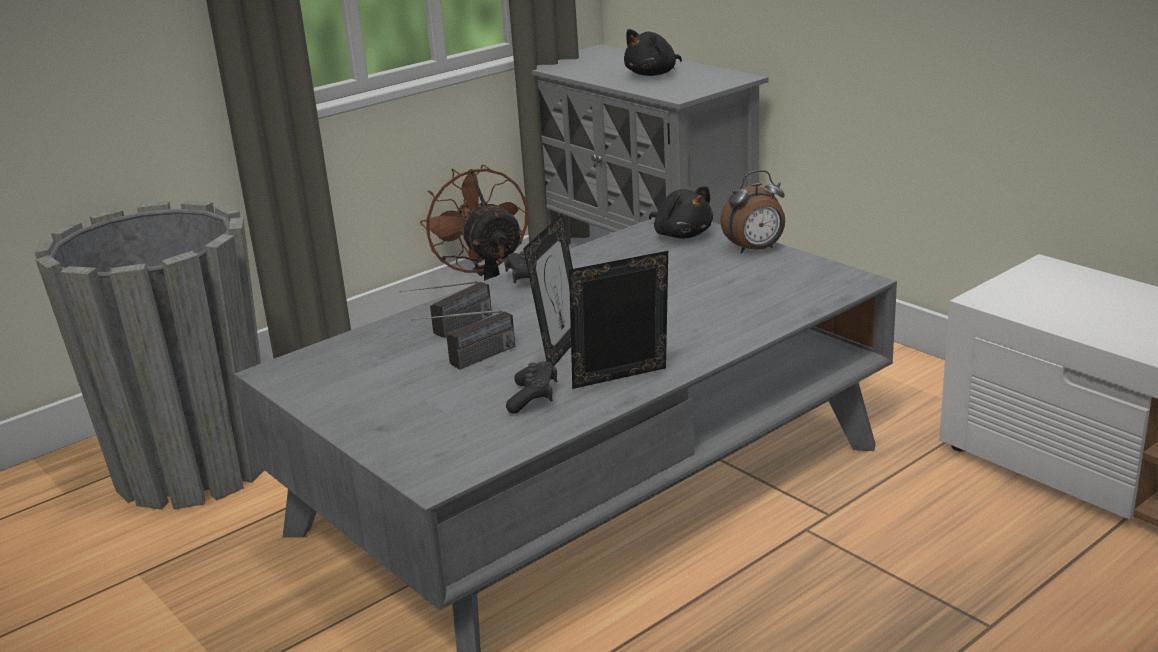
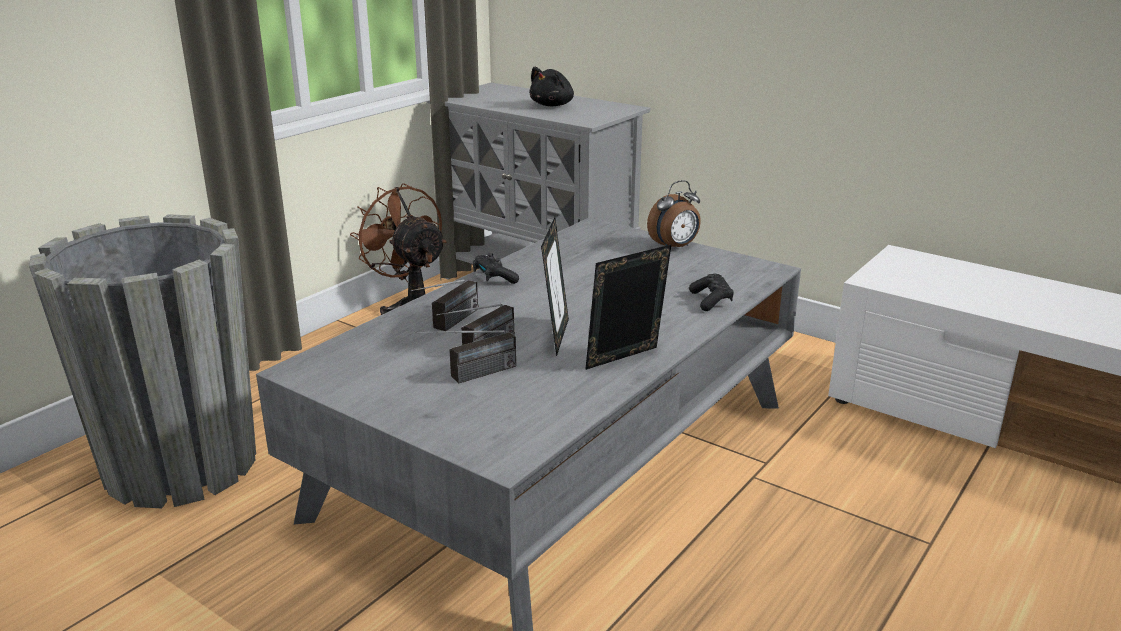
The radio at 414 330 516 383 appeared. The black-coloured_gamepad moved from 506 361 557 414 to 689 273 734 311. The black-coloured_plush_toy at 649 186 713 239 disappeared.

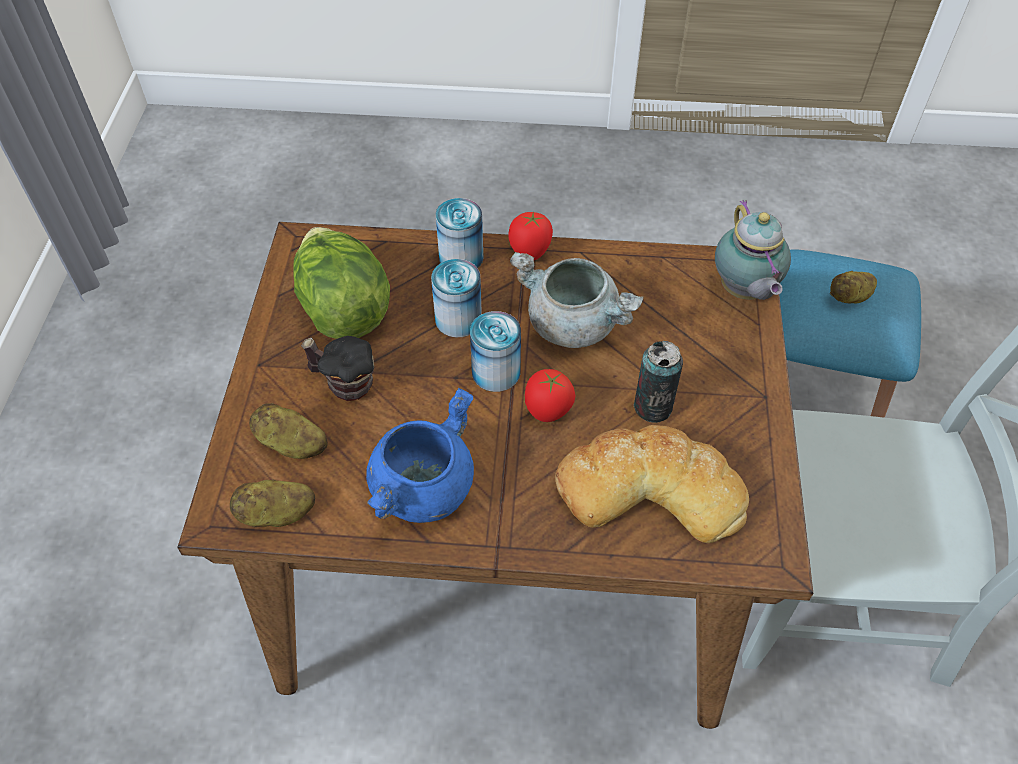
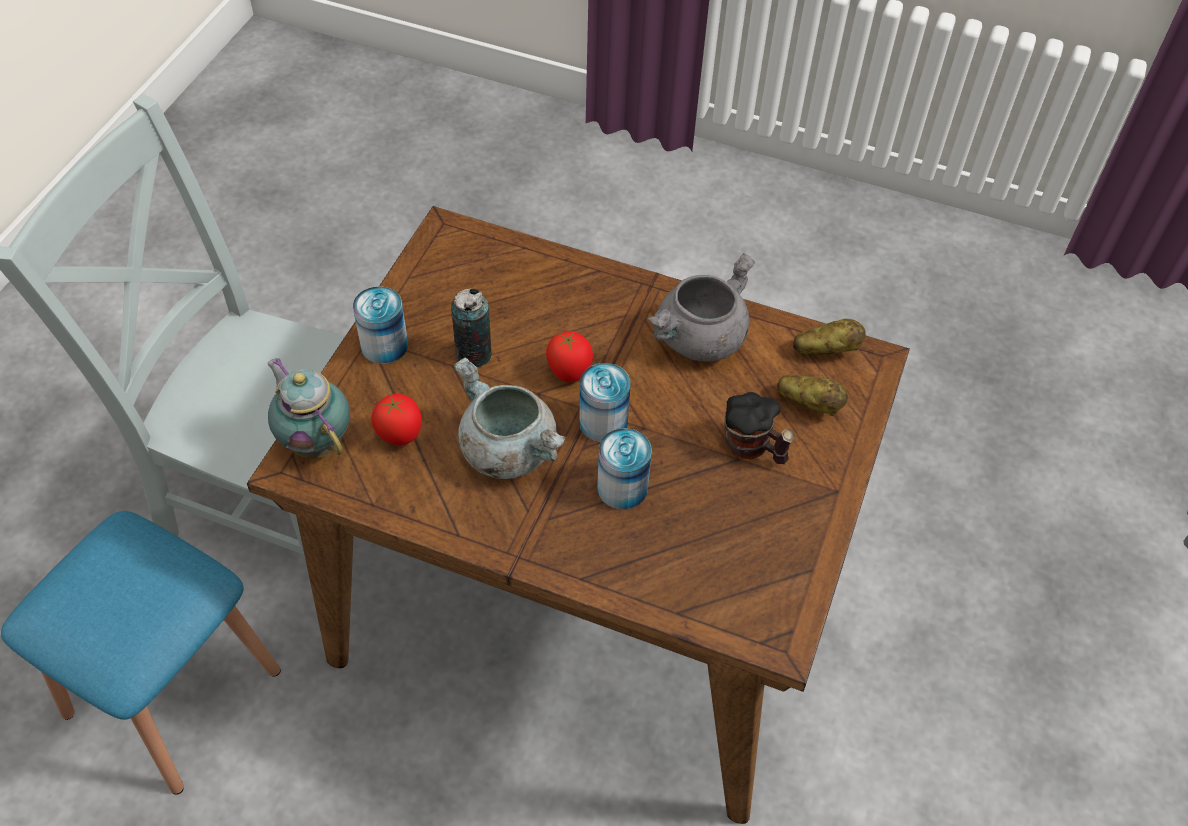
The teapot at 715 200 791 300 turned 45 degrees counterclockwise. The metal_can moved from 436 198 483 268 to 353 286 408 364. The fresh_tomato moved from 508 212 553 260 to 371 394 422 445. The blue-coloured_saucepot at 366 388 474 523 became the grey_saucepot at 648 253 755 362. The lettuce_head at 293 227 390 339 disappeared. The bakery_bread at 555 425 749 543 disappeared. The spud at 830 271 877 304 disappeared.

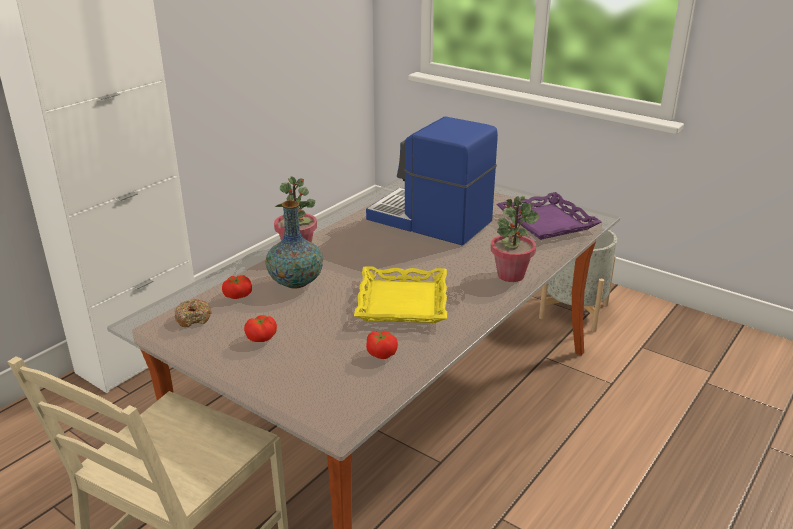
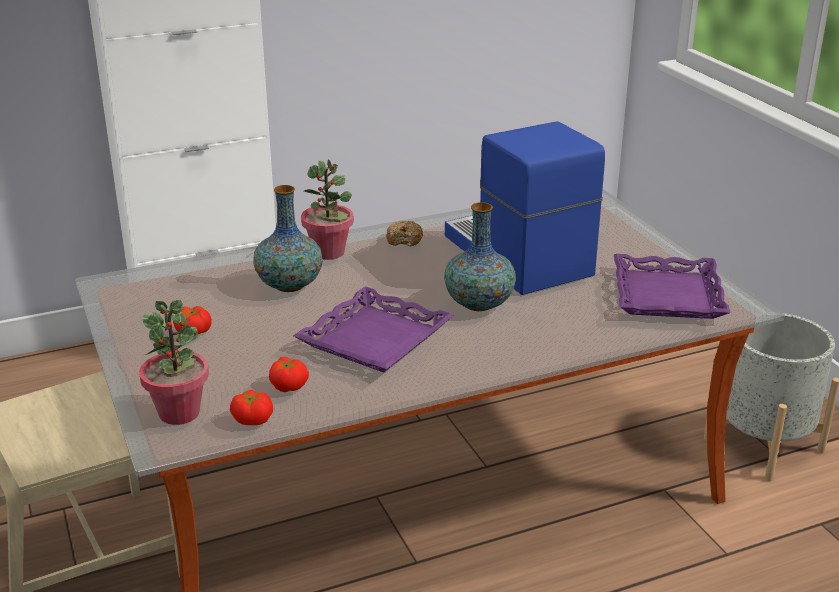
The plant_in_a_pot moved from 491 196 539 282 to 139 300 209 425. The fresh_tomato moved from 222 275 252 299 to 230 390 273 425. The yellow-coloured_serving_tray at 354 266 447 323 became the purple-coloured_serving_tray at 293 286 454 372. The ring_doughnut moved from 175 299 211 327 to 386 221 423 246. The flower_vase at 444 202 516 311 appeared.

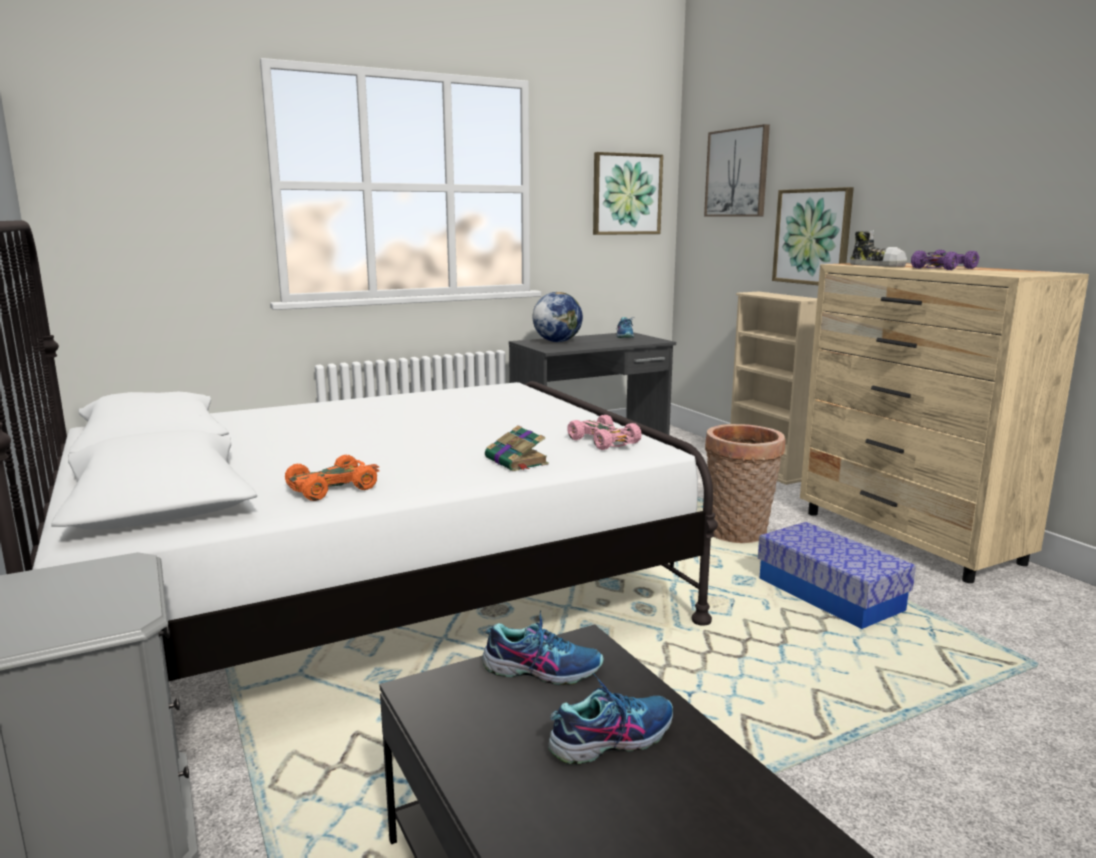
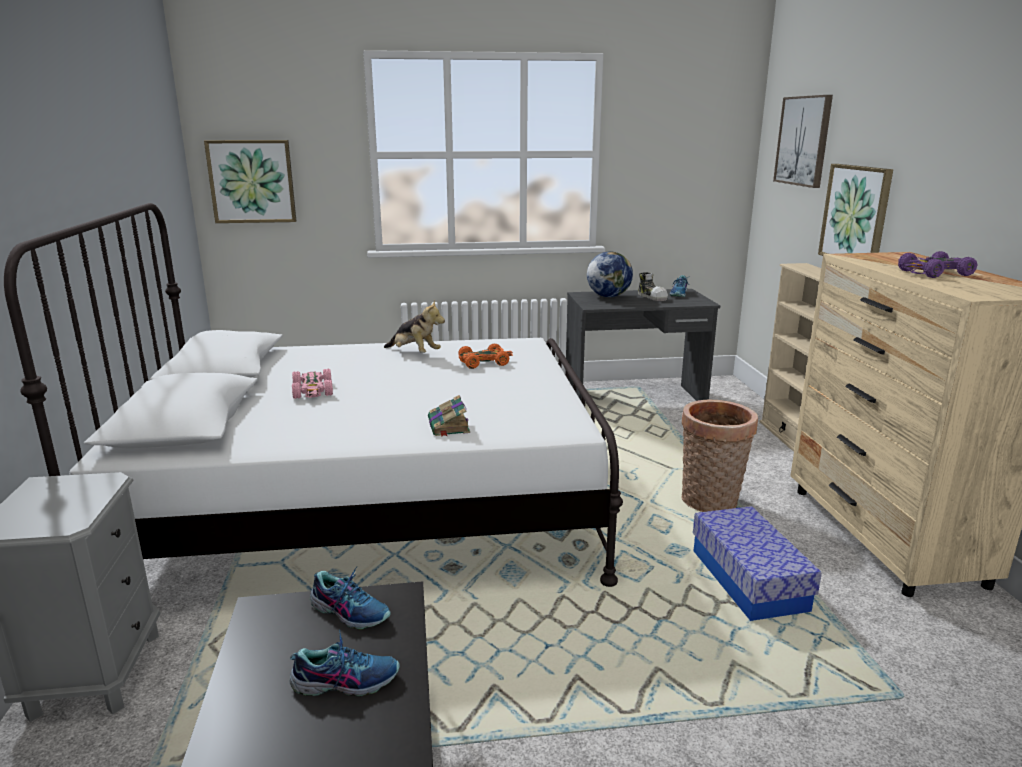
The wall_art moved from 593 152 663 235 to 204 140 296 223. The pinkish_toy_car moved from 567 415 641 450 to 292 369 333 399. The plush_toy at 384 300 445 353 appeared. The orange_toy_car moved from 285 455 380 501 to 458 343 513 369. The shoe moved from 850 230 907 267 to 638 272 668 301.

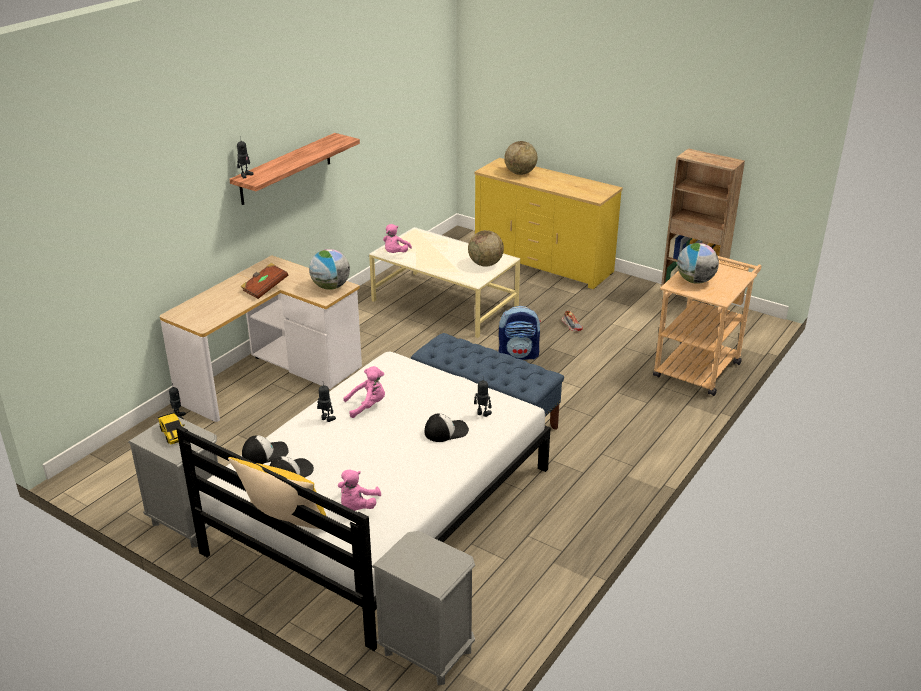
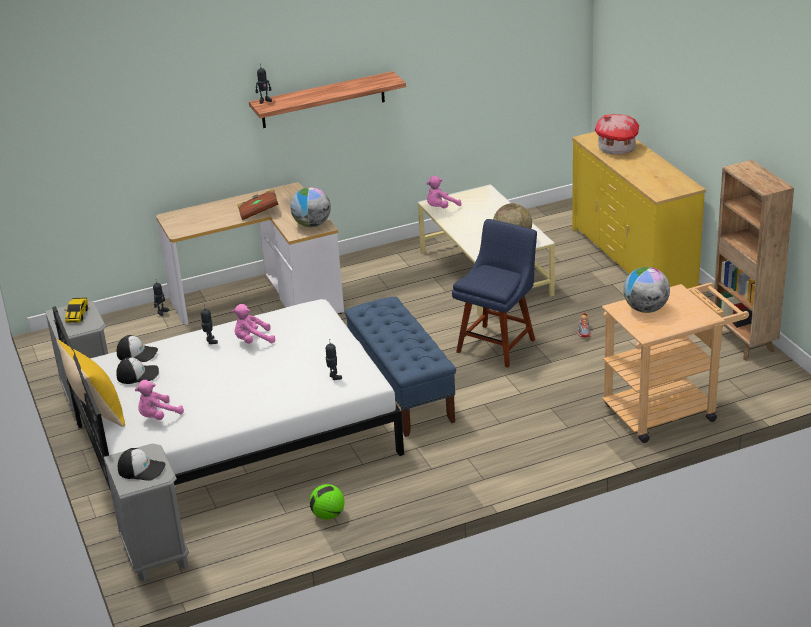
The peaked_cap moved from 425 413 469 442 to 118 448 166 481. The pinkish_plush_toy at 343 366 385 418 turned 150 degrees clockwise. The football at 309 484 345 520 appeared. The rucksack at 498 306 541 360 was replaced by the blue-coloured_upright_chair at 452 219 537 368. The desk_globe at 504 141 537 175 was replaced by the toy_house at 595 114 639 155.

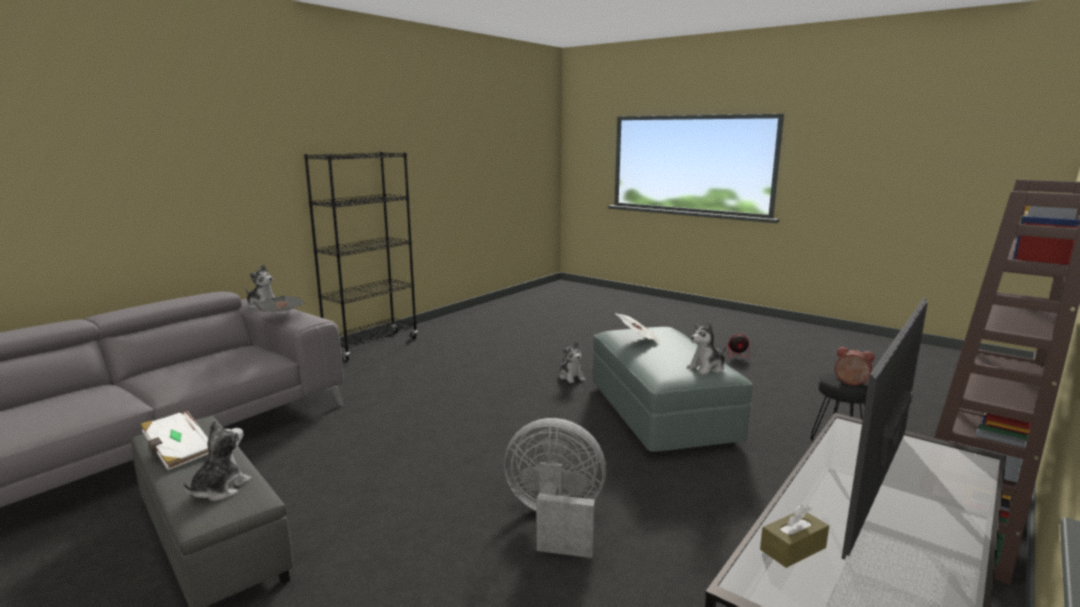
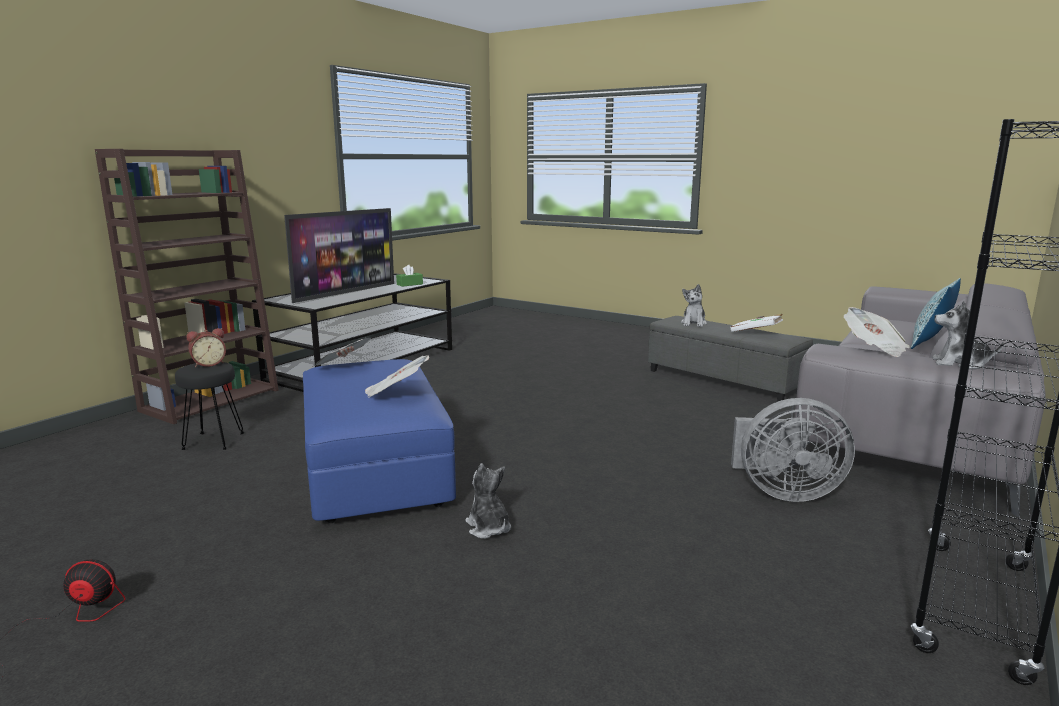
The alarm_clock at 835 347 875 385 turned 60 degrees counterclockwise. The grey_ottoman at 593 327 752 454 became the blue-coloured_ottoman at 303 359 456 523. The plush_toy at 687 322 727 375 was replaced by the printed_paper at 314 337 371 366. The brown_tissue_holder at 760 505 829 568 became the green-coloured_tissue_holder at 396 265 423 287. The grey_electric_fan moved from 504 418 606 558 to 731 398 855 502. The pillow at 910 278 961 349 appeared.

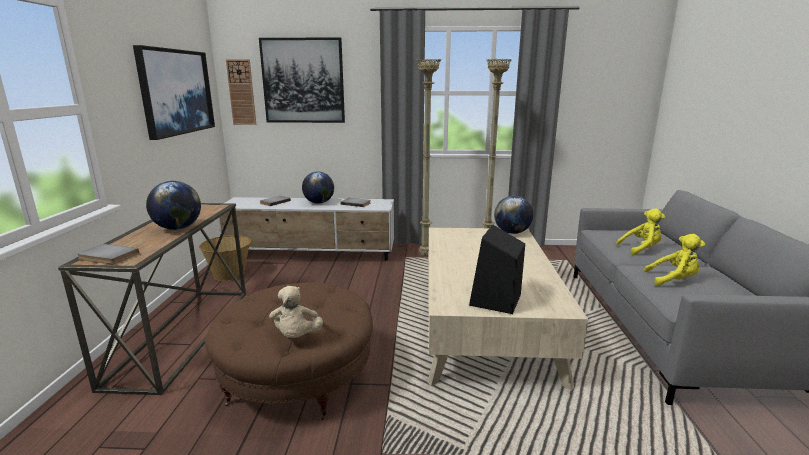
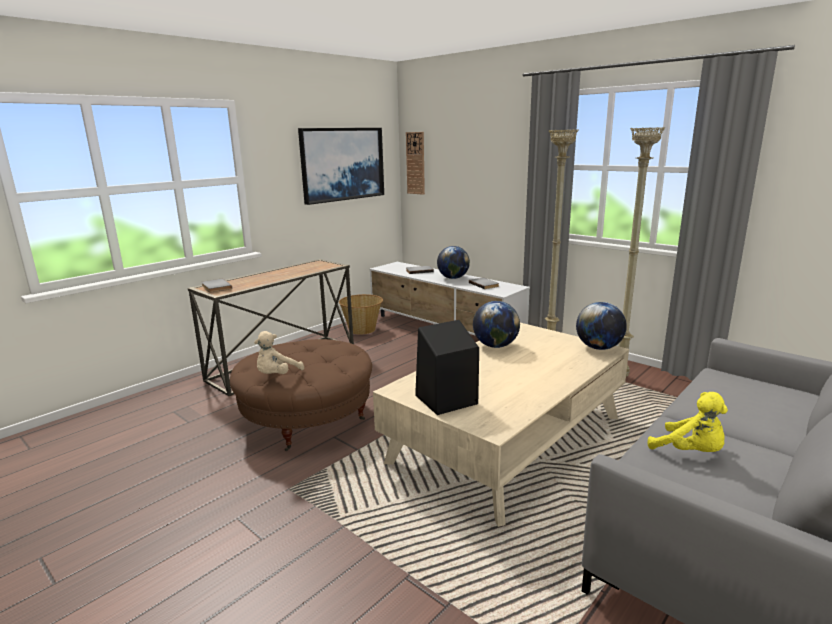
The desk_globe moved from 146 181 201 230 to 473 301 520 348. The wall_art at 259 37 345 123 disappeared. The yellow-coloured_plush_toy at 616 208 665 255 disappeared.

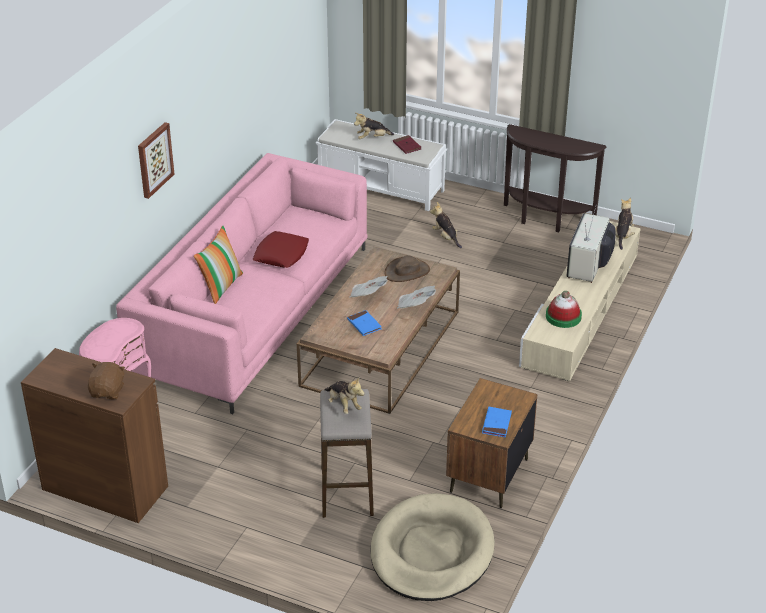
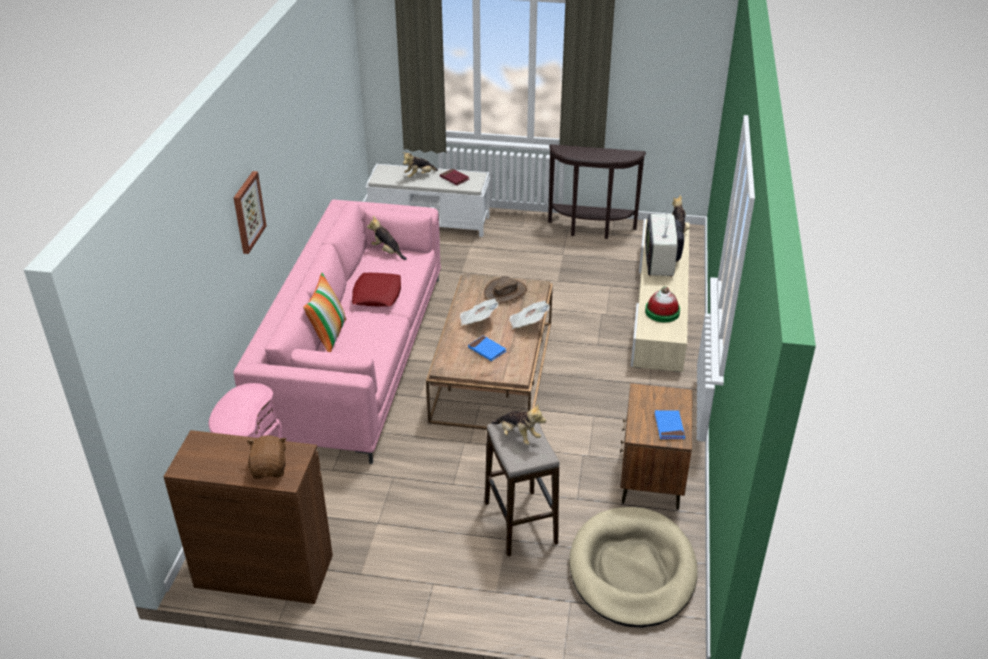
The plush_toy moved from 430 202 462 248 to 367 216 407 260.

